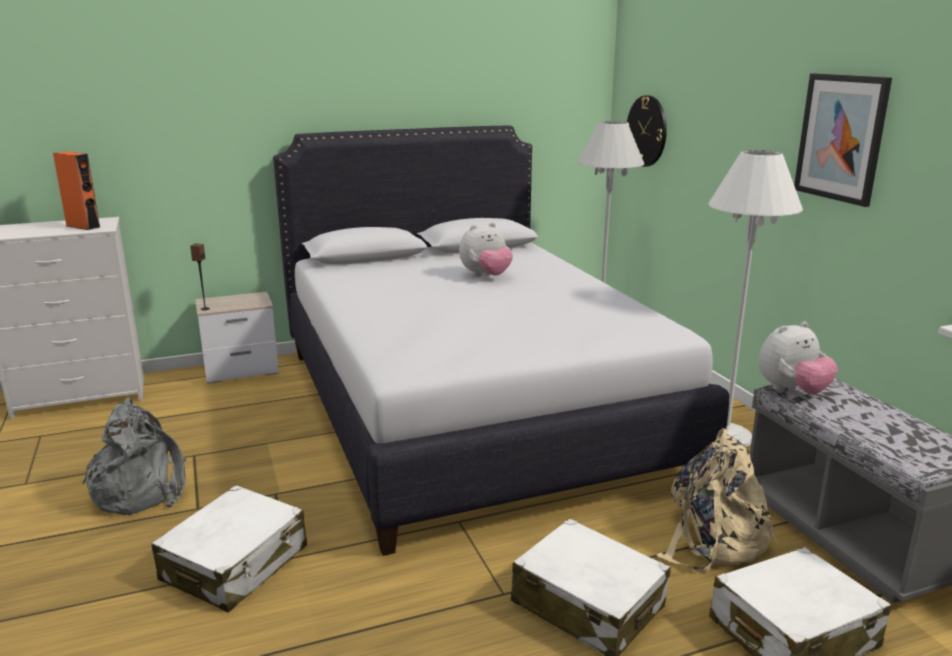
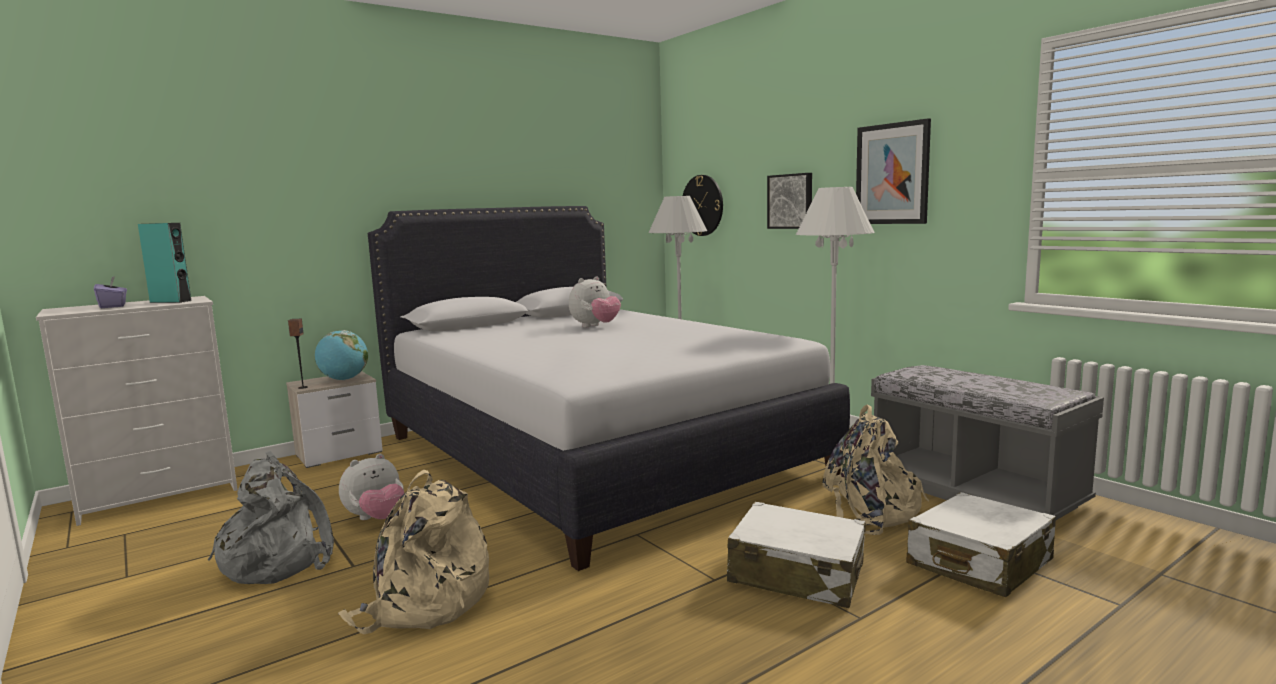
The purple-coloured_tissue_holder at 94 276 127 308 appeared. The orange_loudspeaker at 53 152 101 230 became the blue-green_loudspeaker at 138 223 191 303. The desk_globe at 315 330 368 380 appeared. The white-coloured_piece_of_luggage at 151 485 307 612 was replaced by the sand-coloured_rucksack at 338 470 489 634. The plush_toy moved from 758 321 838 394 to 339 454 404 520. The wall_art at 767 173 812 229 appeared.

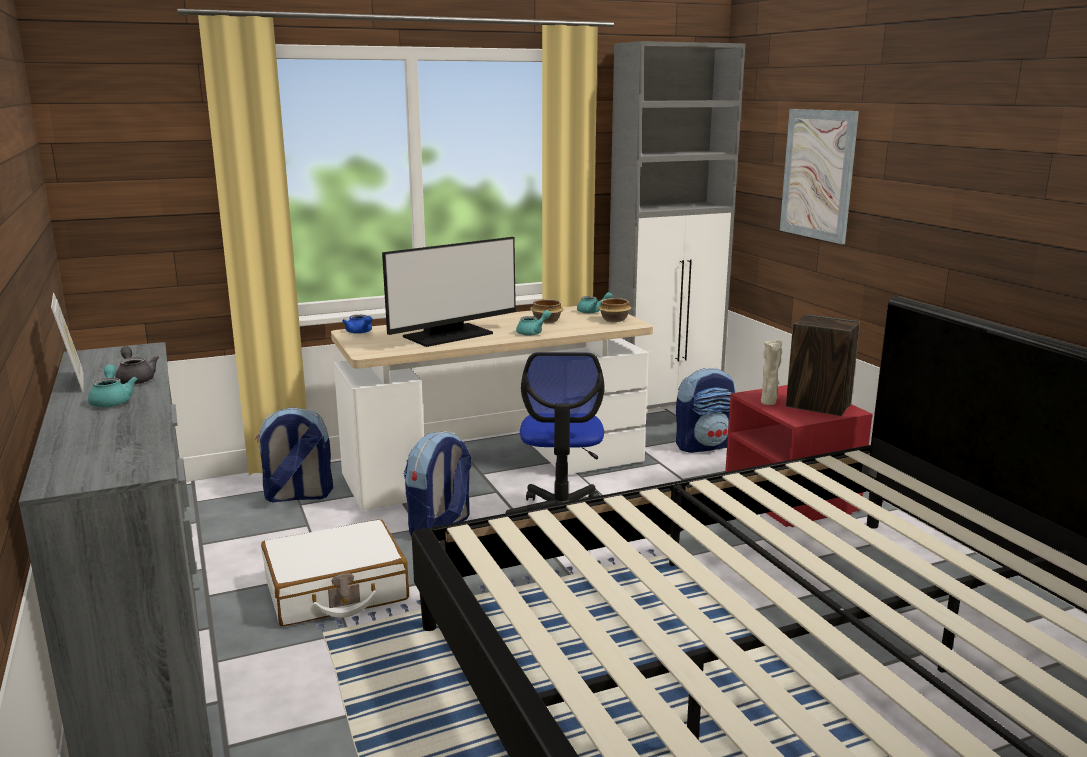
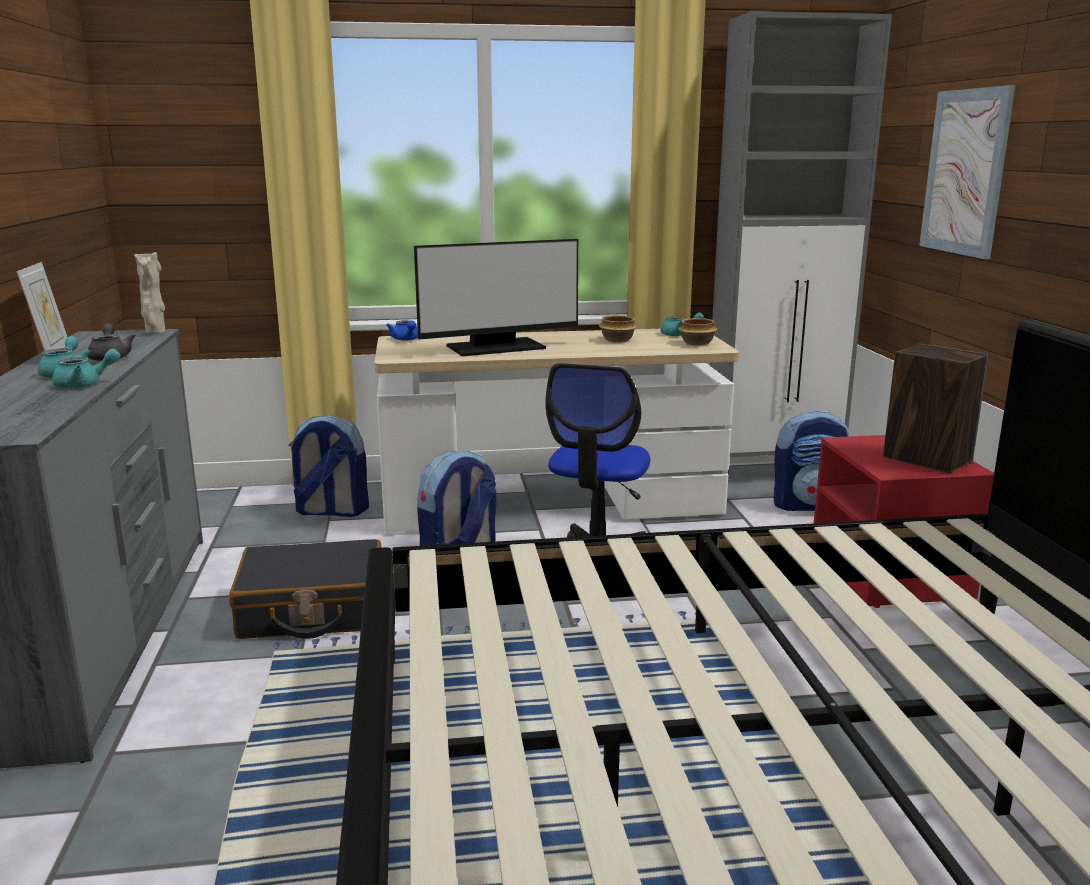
The blue-green_teapot moved from 516 310 551 336 to 52 349 120 388. The sand-coloured_flower_vase moved from 761 340 782 405 to 134 252 165 334. The white-coloured_piece_of_luggage at 261 519 409 626 became the black-coloured_piece_of_luggage at 229 539 381 639.

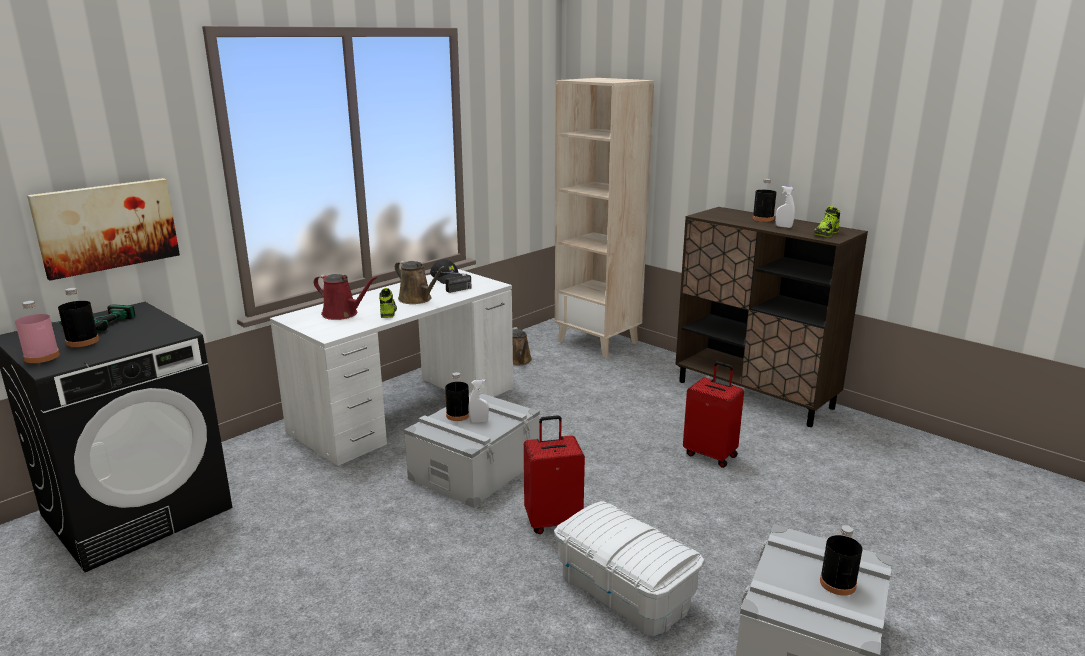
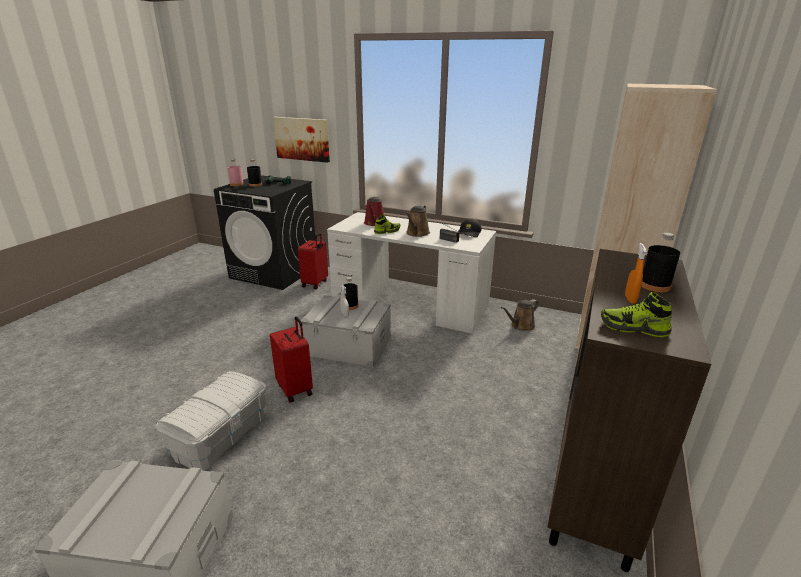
The red-coloured_piece_of_luggage moved from 683 362 744 468 to 298 233 328 289. The white-coloured_sprayer at 776 186 795 228 became the orange_sprayer at 625 243 647 304. The black-coloured_beverage_bottle at 820 525 863 596 disappeared.

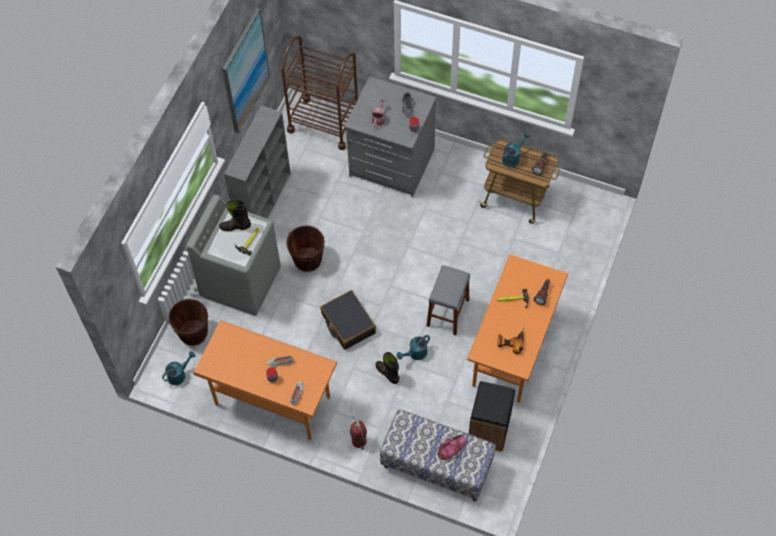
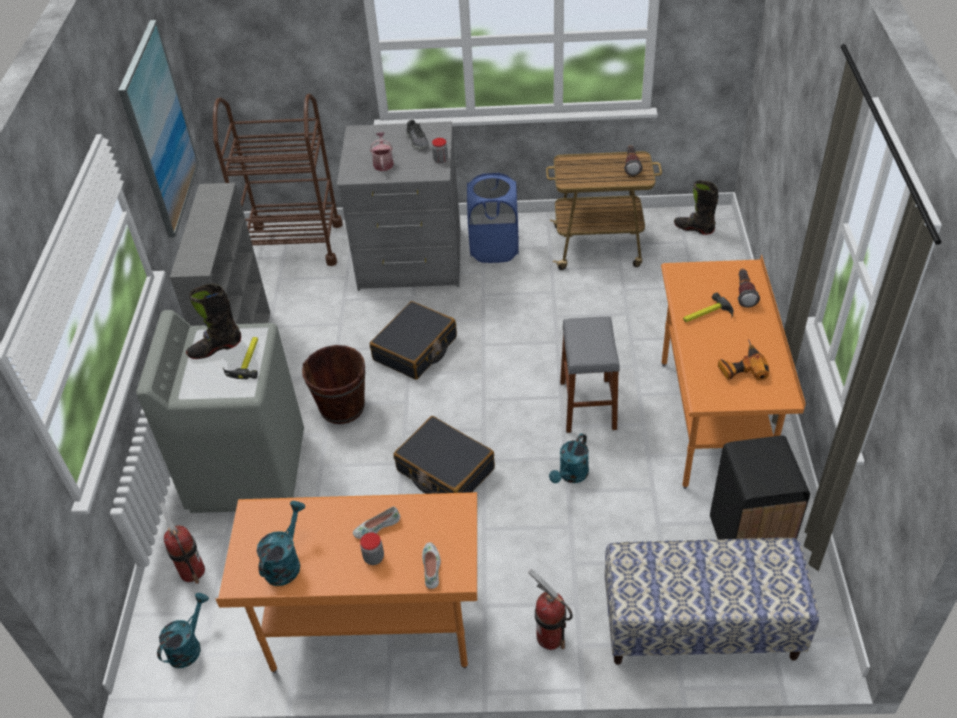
The brown_bucket at 168 299 208 346 was replaced by the fire-fighting_cylinder at 159 502 205 584. The blue-green_watering_pot moved from 502 132 530 167 to 257 501 306 586. The black-coloured_piece_of_luggage at 370 301 457 380 appeared. The blue-coloured_washing_basket at 467 173 519 263 appeared. The black-coloured_tall_boot moved from 375 352 400 384 to 674 180 719 235. The peaked_cap at 438 435 466 460 disappeared.

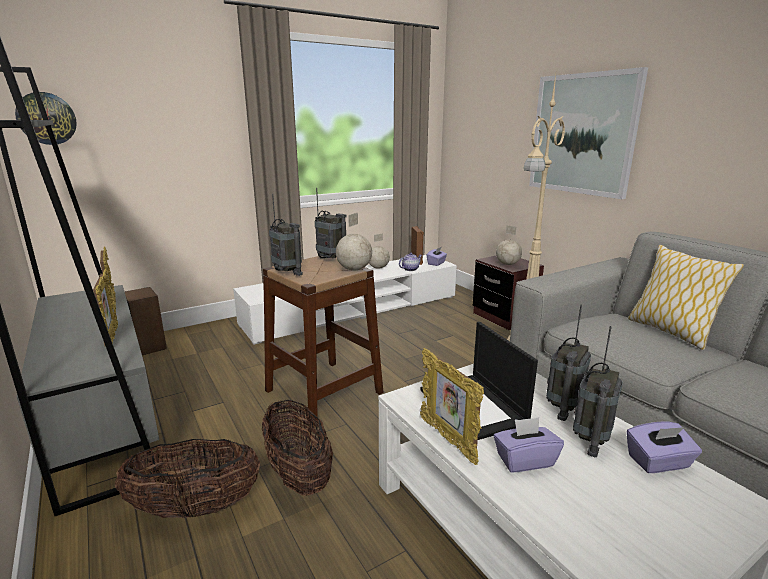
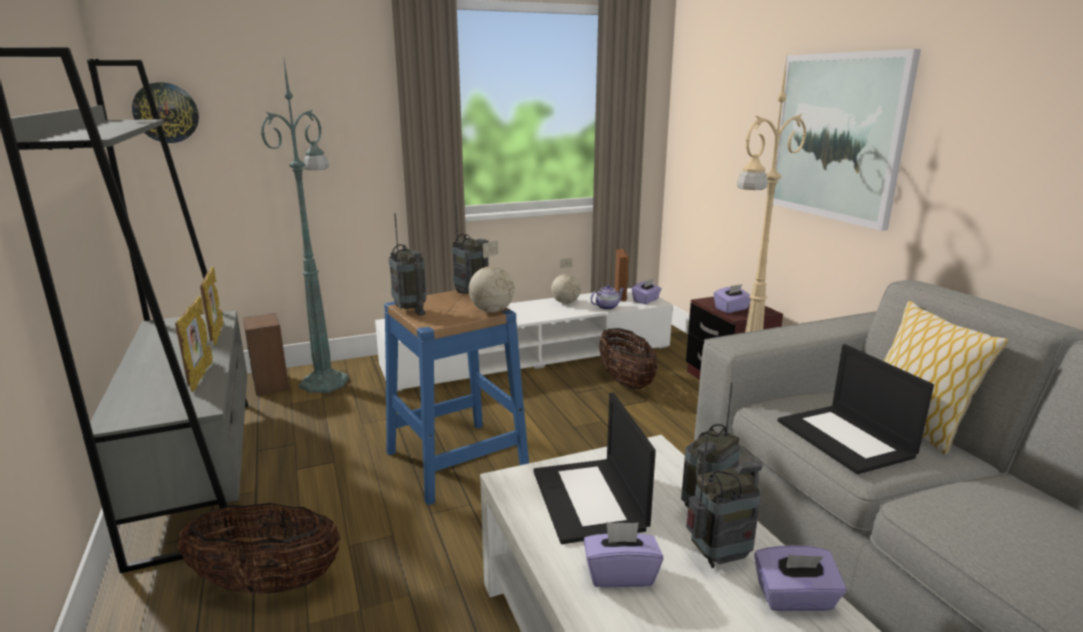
The green-coloured_floor_lamp at 261 61 349 393 appeared. The brown_sitting_stool at 263 256 384 426 became the blue-coloured_sitting_stool at 384 290 529 505. The storage_basket moved from 262 399 333 496 to 599 328 657 390. The radio at 573 326 623 457 turned 150 degrees counterclockwise. The desk_globe at 496 225 522 265 was replaced by the purple-coloured_tissue_holder at 714 284 751 313. The portable_computer at 778 344 934 474 appeared. The photo_frame at 420 348 484 465 disappeared.

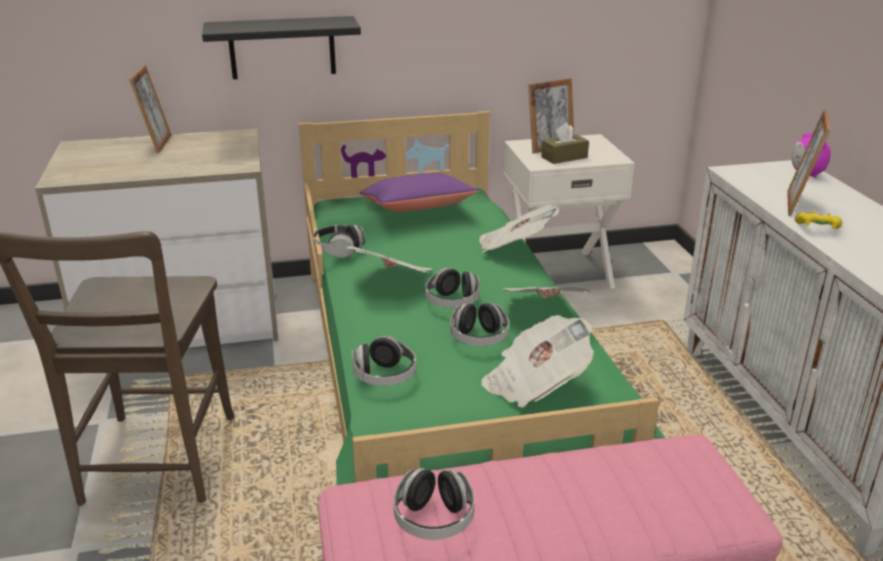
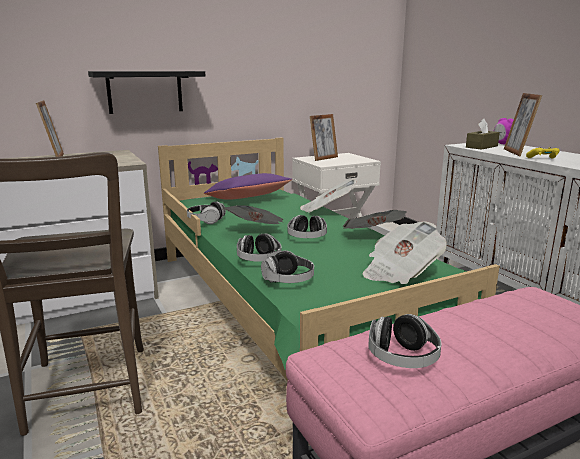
The headphones moved from 450 303 509 346 to 237 233 282 261. The brown_tissue_holder moved from 541 123 589 164 to 466 119 500 150.

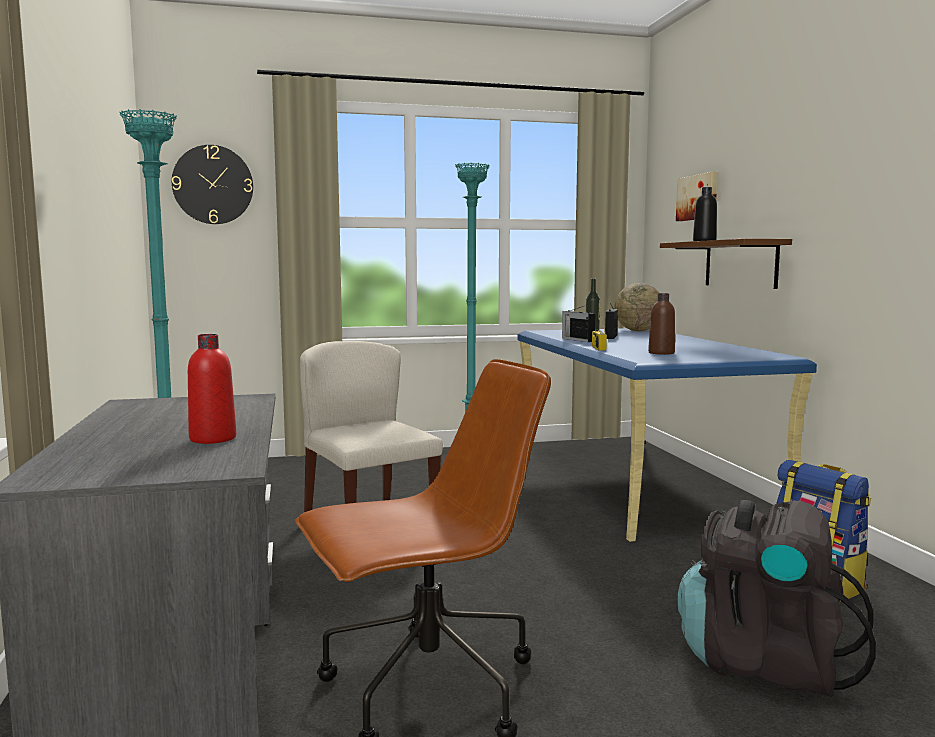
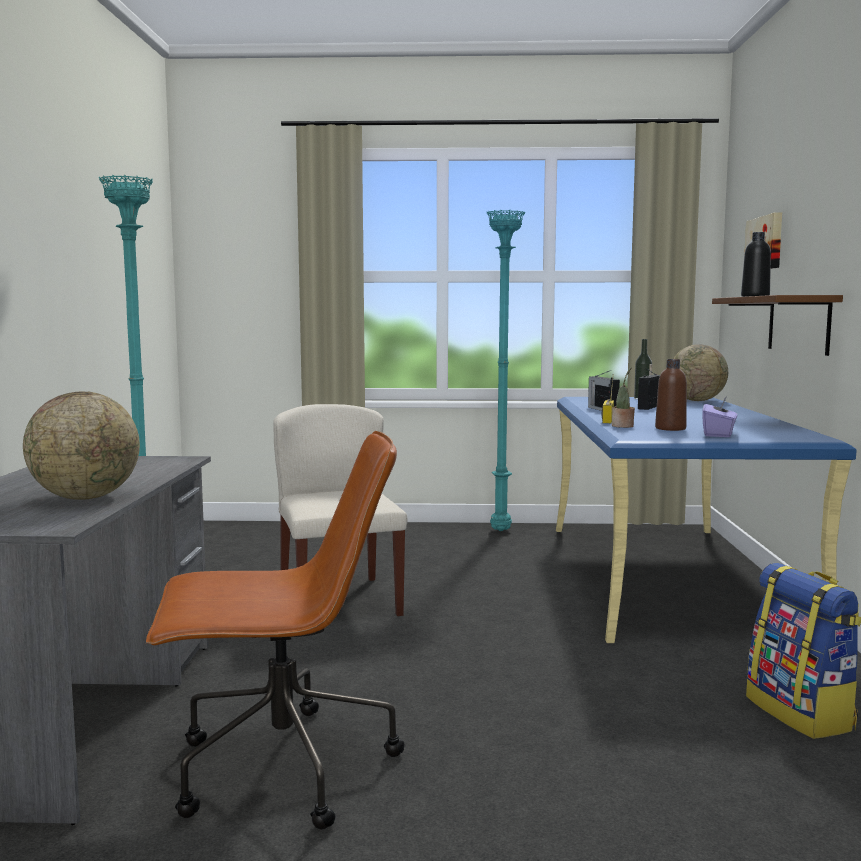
The red-coloured_beverage_bottle at 188 334 236 444 was replaced by the desk_globe at 23 391 140 500. The plant_in_a_pot at 612 367 635 428 appeared. The purple-coloured_tissue_holder at 702 396 737 437 appeared. The wall_clock at 172 145 253 224 disappeared. The black-coloured_rucksack at 678 500 876 697 disappeared.

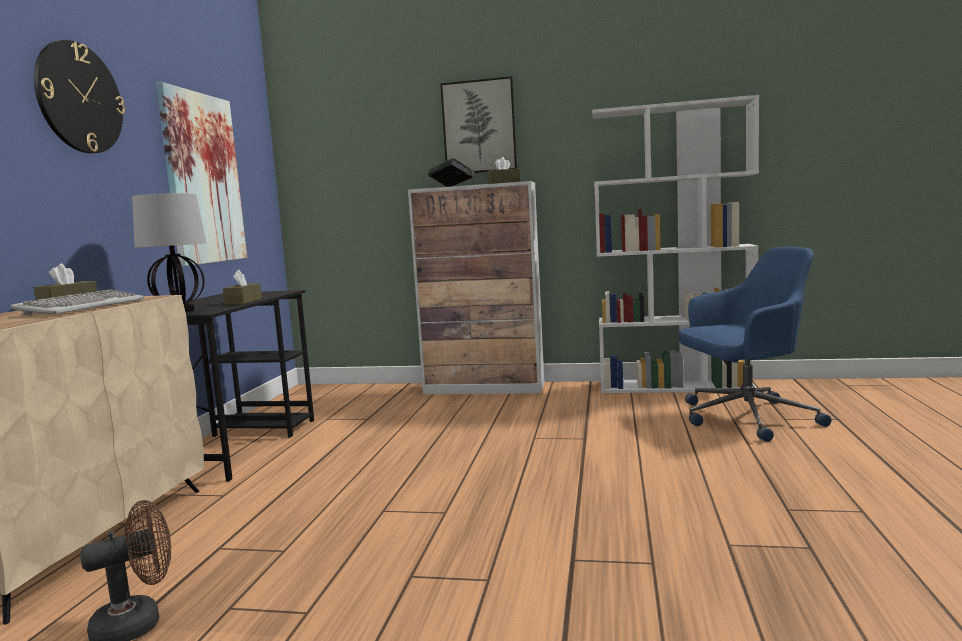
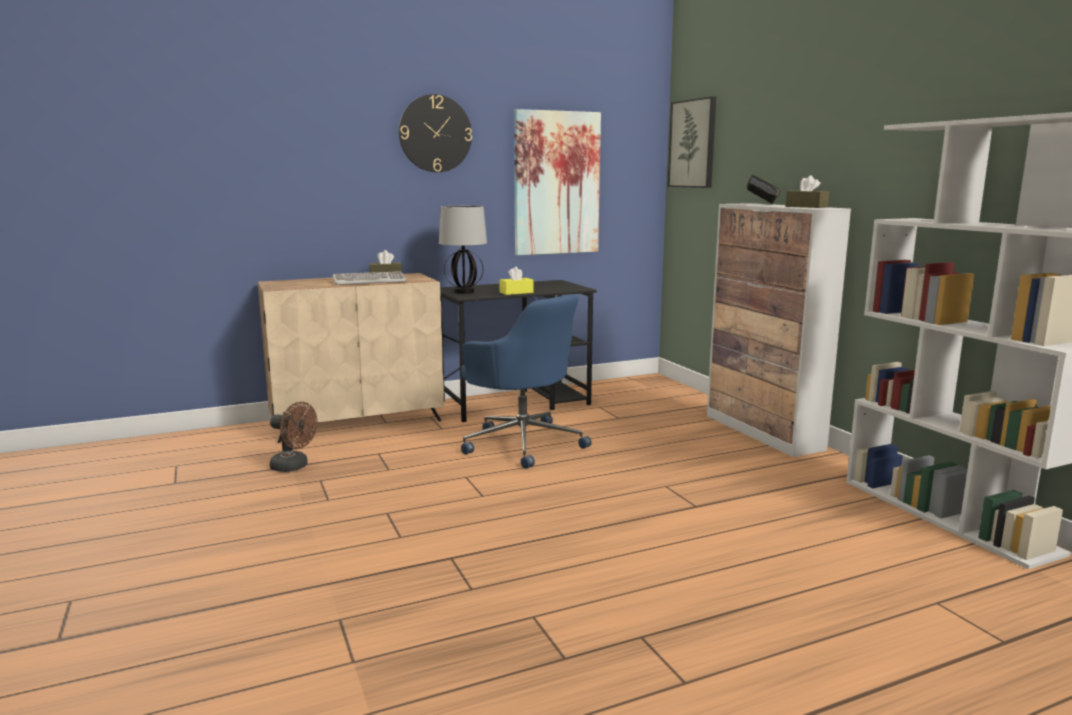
The blue-coloured_desk_chair moved from 678 247 831 442 to 461 294 592 469. The brown_tissue_holder at 223 270 262 305 became the yellow-coloured_tissue_holder at 499 267 534 295. The wall_art moved from 440 76 517 173 to 668 96 716 188.

